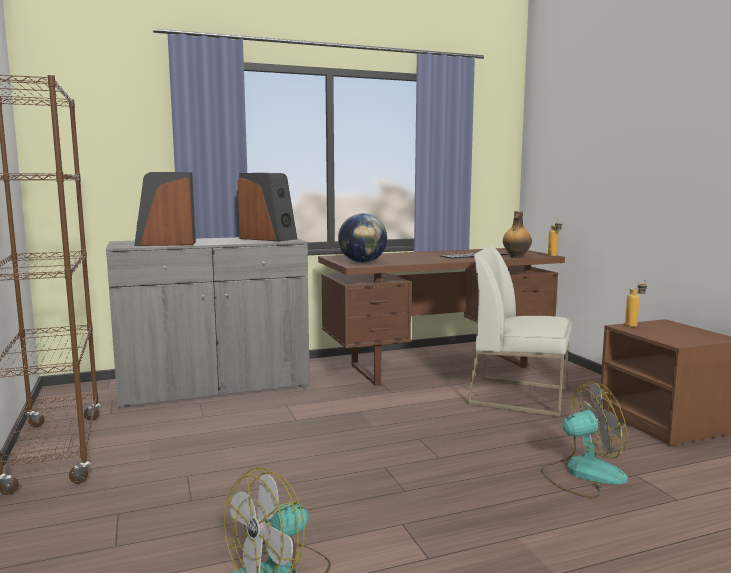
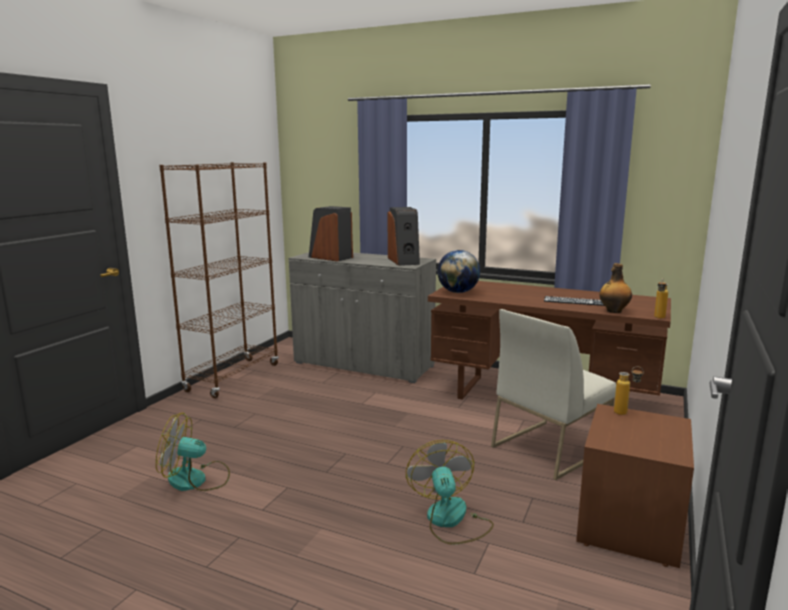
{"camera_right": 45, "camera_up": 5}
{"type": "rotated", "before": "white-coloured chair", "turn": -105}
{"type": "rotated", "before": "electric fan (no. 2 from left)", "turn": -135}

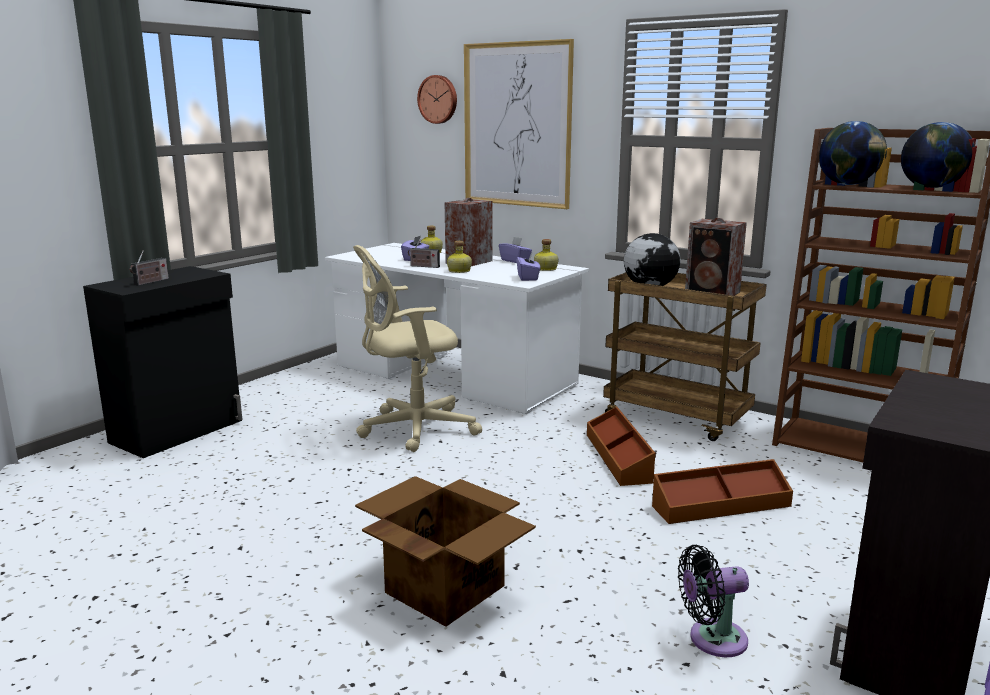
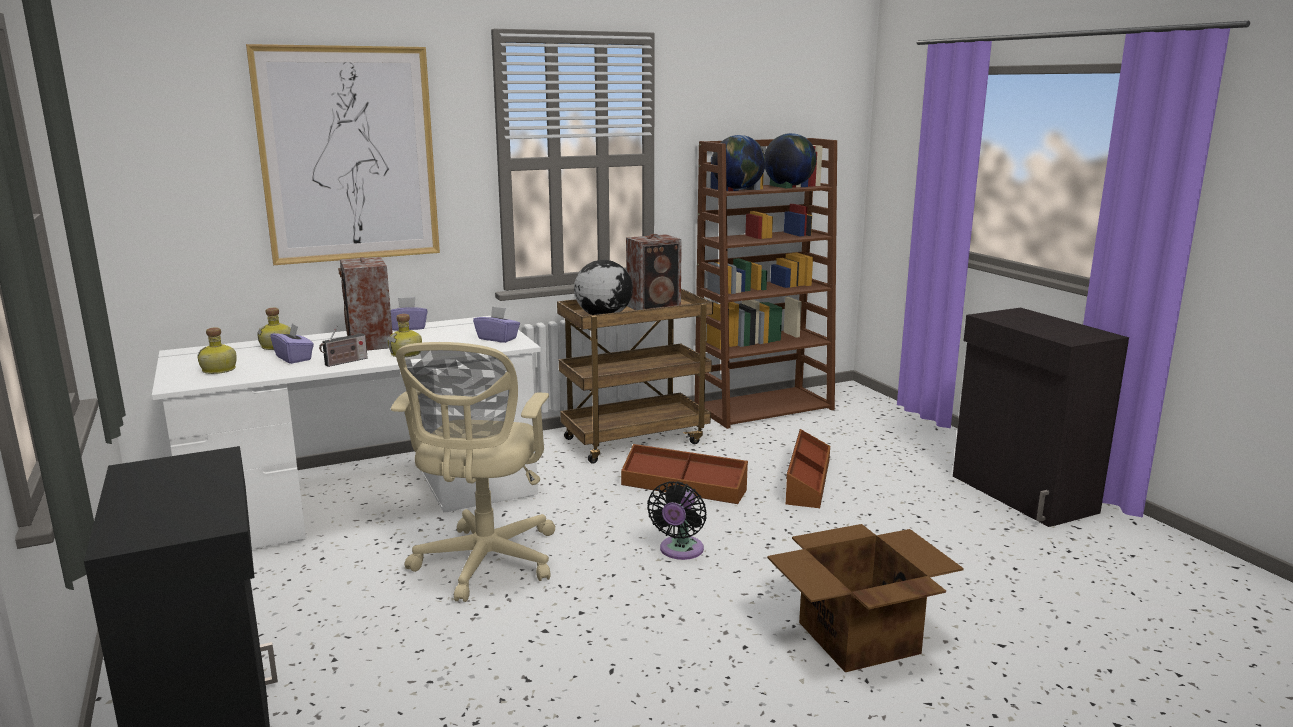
{"camera_right": -60, "camera_up": 0}
{"type": "gone", "before": "radio set (no. 1 from left)"}
{"type": "gone", "before": "clock on the wall"}
{"type": "shifted", "before": "bottle (no. 3 from left in the first image)", "after": "bottle (no. 1 from left)"}
{"type": "shifted", "before": "blackish electric fan"}

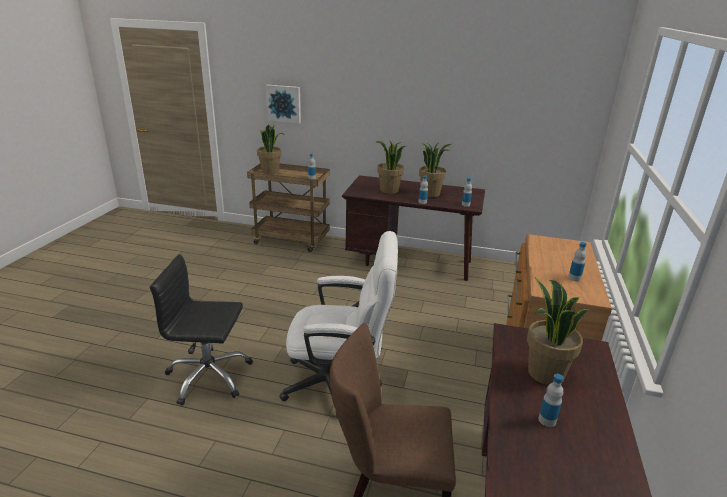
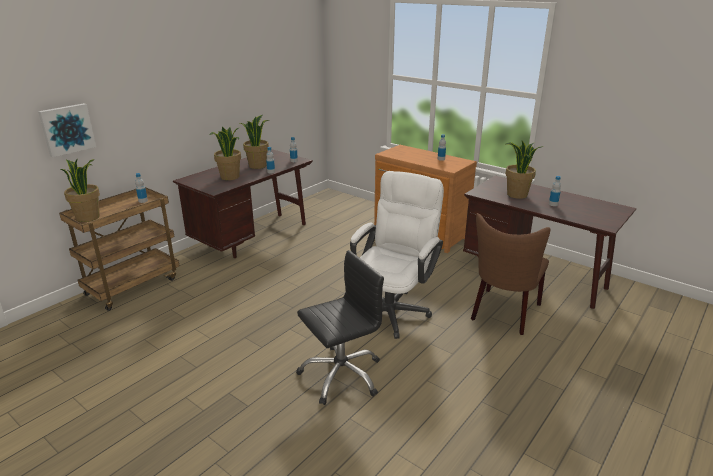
{"camera_right": -65, "camera_up": 0}
{"type": "rotated", "before": "blackish computer chair", "turn": -150}

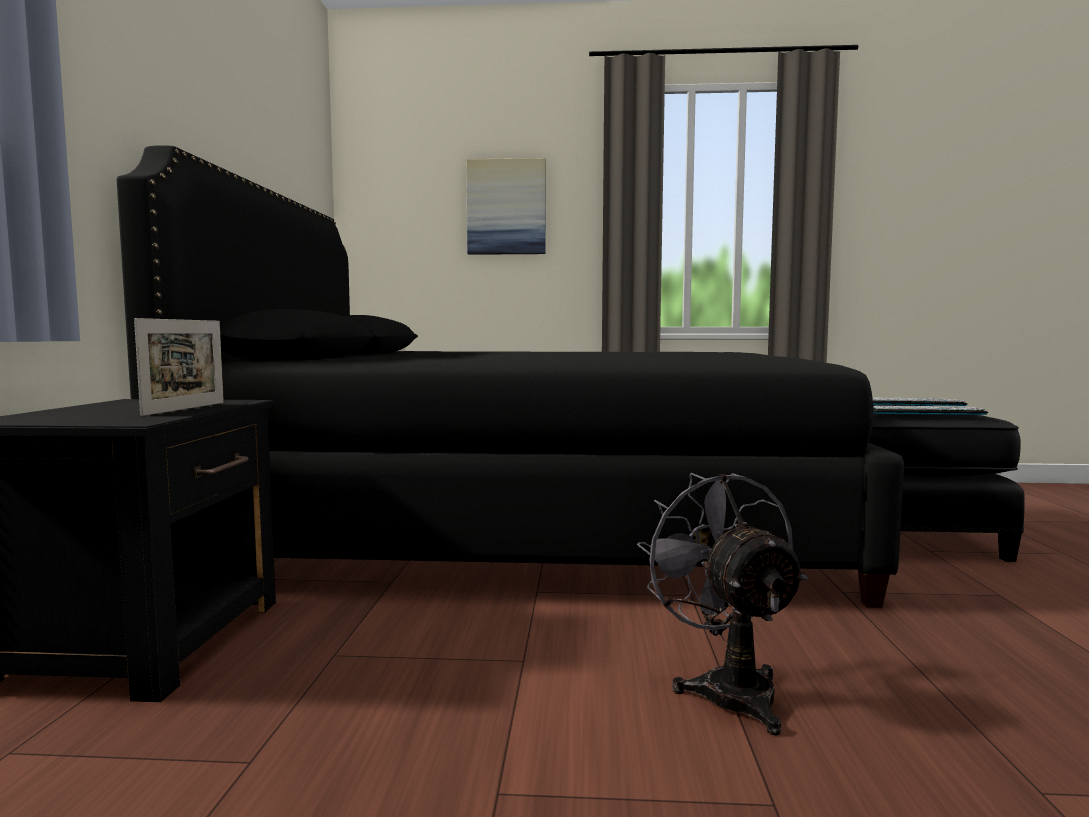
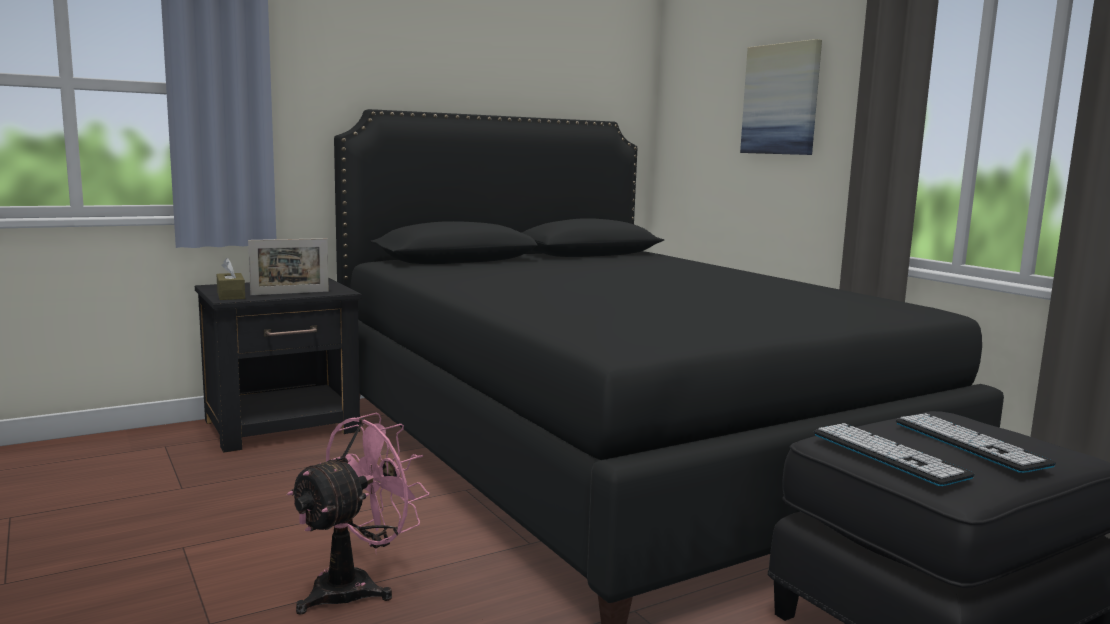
{"camera_right": 55, "camera_up": 5}
{"type": "new", "after": "brownish tissue holder"}
{"type": "repainted", "before": "grey electric fan", "after": "pink-coloured electric fan"}

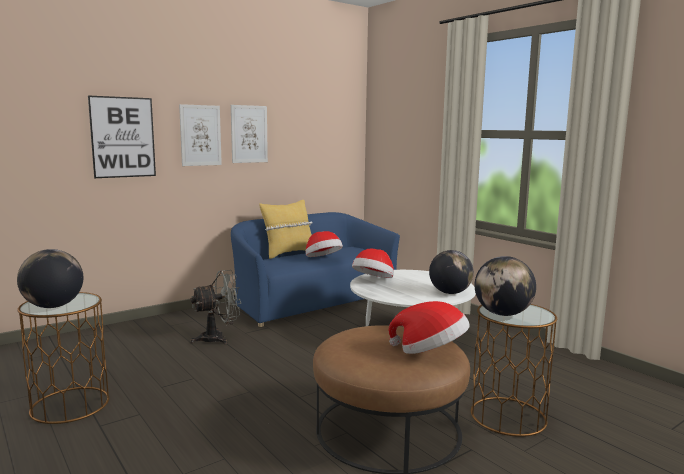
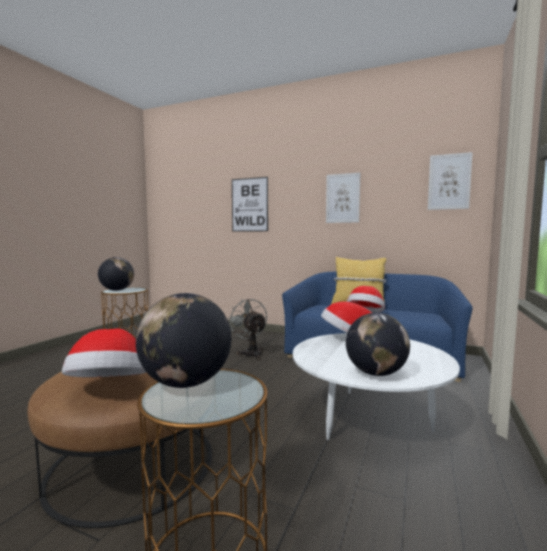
{"camera_right": 60, "camera_up": -5}
{"type": "shifted", "before": "picture (no. 2 from left in the first image)", "after": "picture (no. 3 from left)"}
{"type": "rotated", "before": "grey electric fan", "turn": -150}

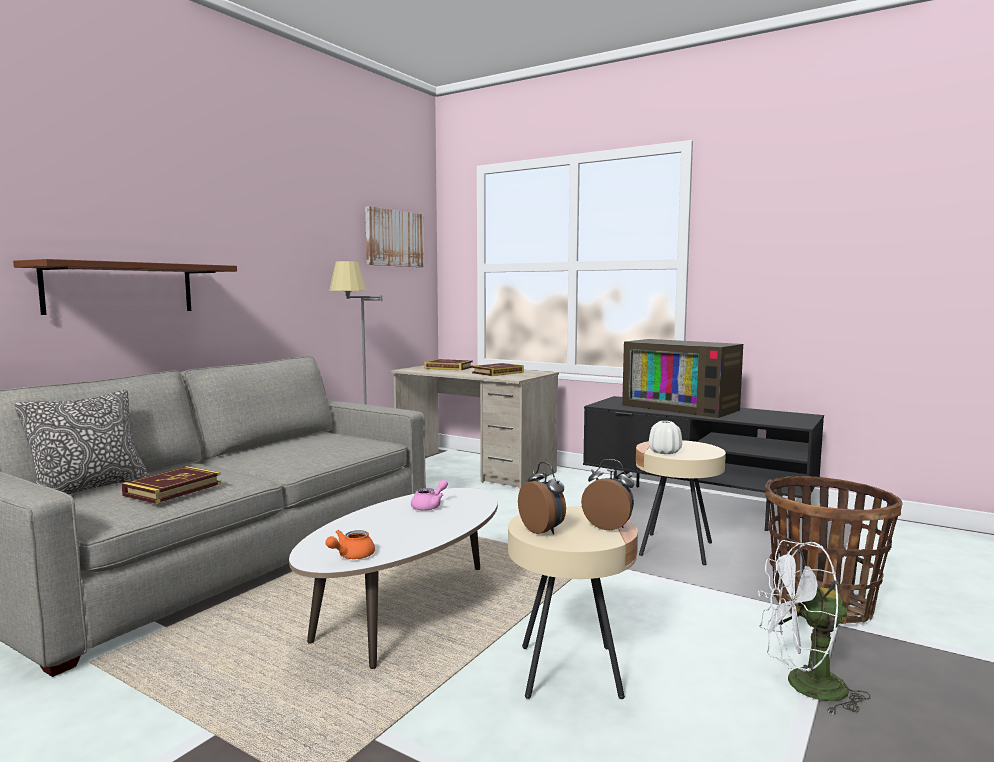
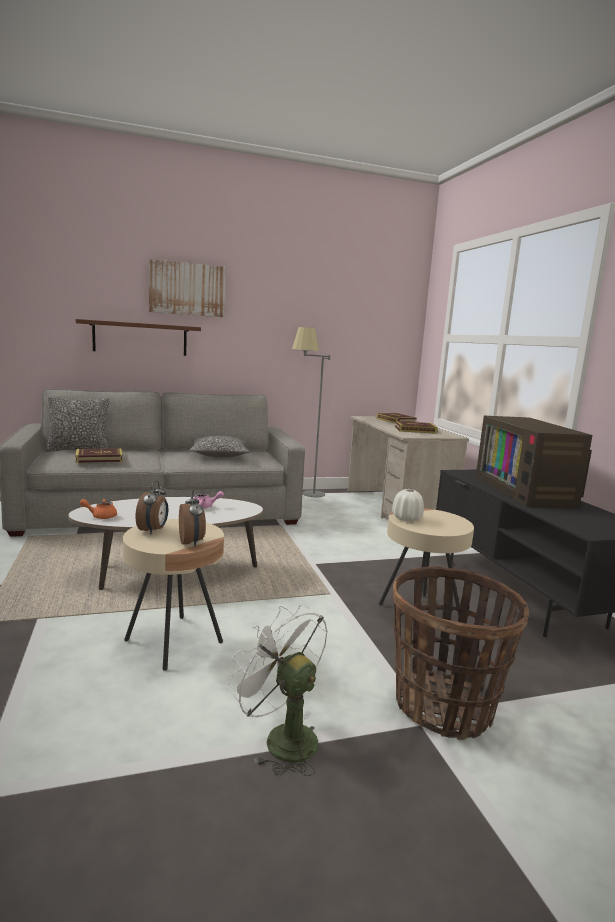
{"camera_right": 40, "camera_up": 5}
{"type": "new", "after": "cushion (no. 2 from left)"}
{"type": "shifted", "before": "picture"}

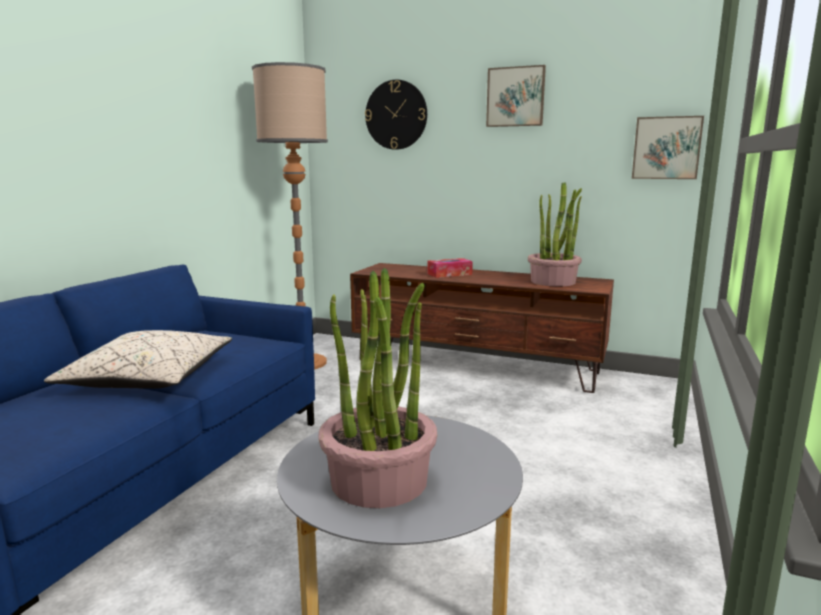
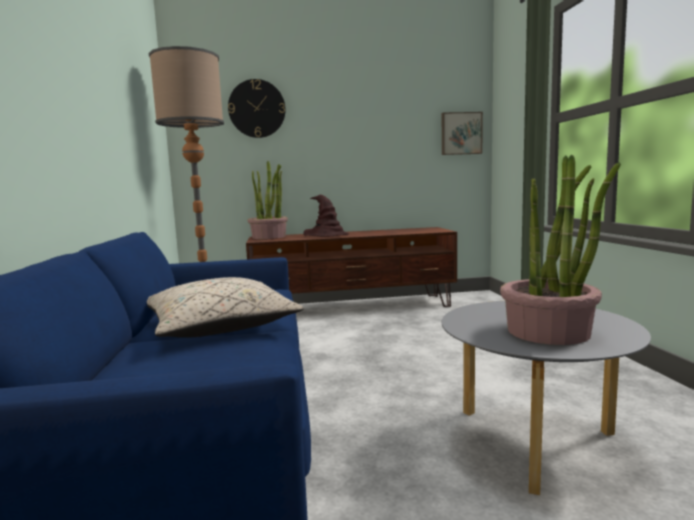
{"camera_right": -30, "camera_up": -5}
{"type": "gone", "before": "picture (no. 1 from left)"}
{"type": "shifted", "before": "plant in a pot (no. 2 from left in the first image)", "after": "plant in a pot (no. 1 from left)"}
{"type": "swapped", "before": "tissue holder", "after": "brownish clothing hat"}

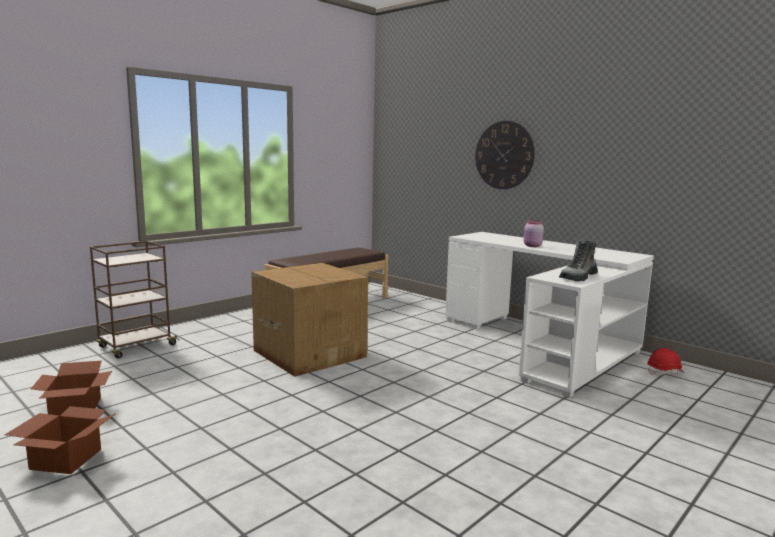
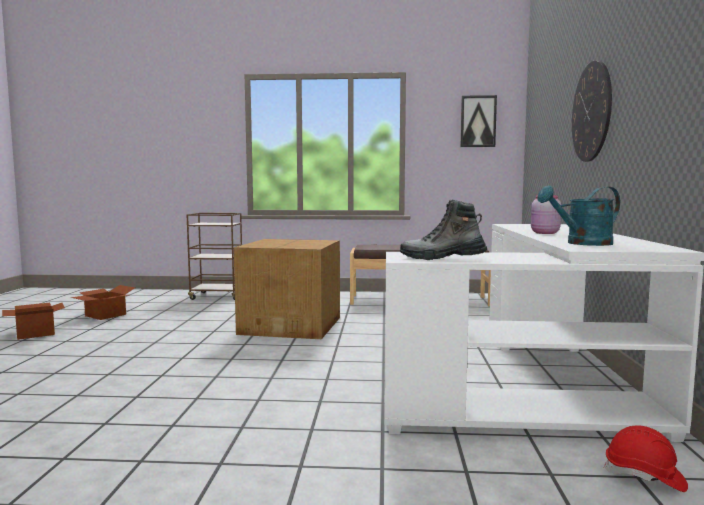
{"camera_right": 50, "camera_up": -5}
{"type": "new", "after": "picture"}
{"type": "new", "after": "turquoise watering pot"}

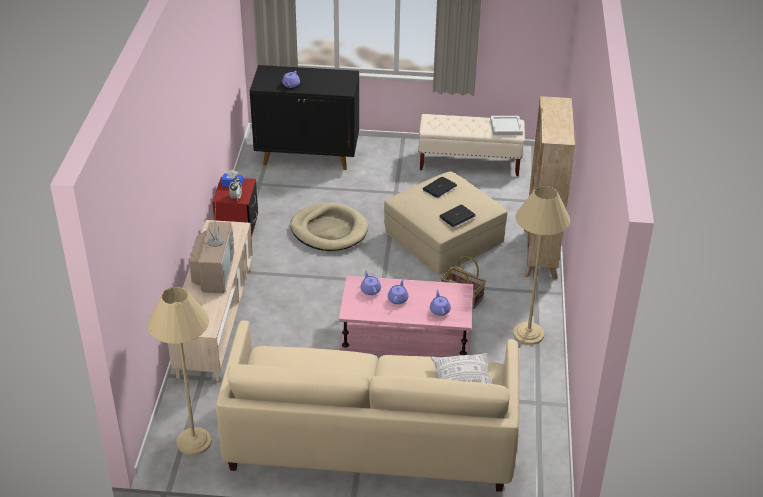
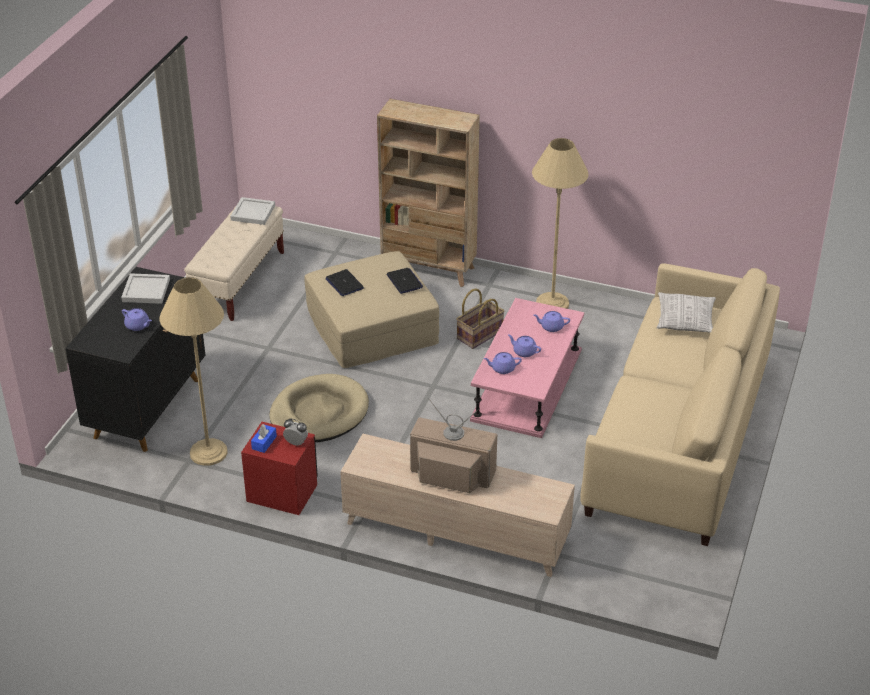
{"camera_right": -75, "camera_up": 0}
{"type": "new", "after": "white-coloured tray (no. 1 from left)"}
{"type": "shifted", "before": "beige standing lamp (no. 1 from left)"}

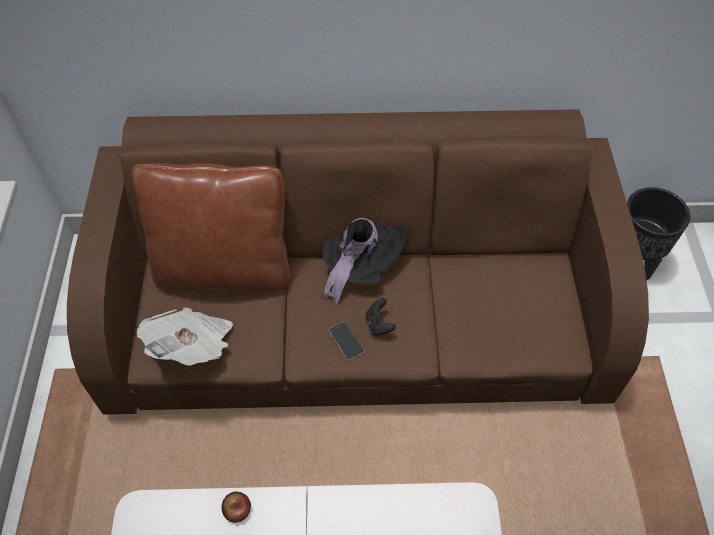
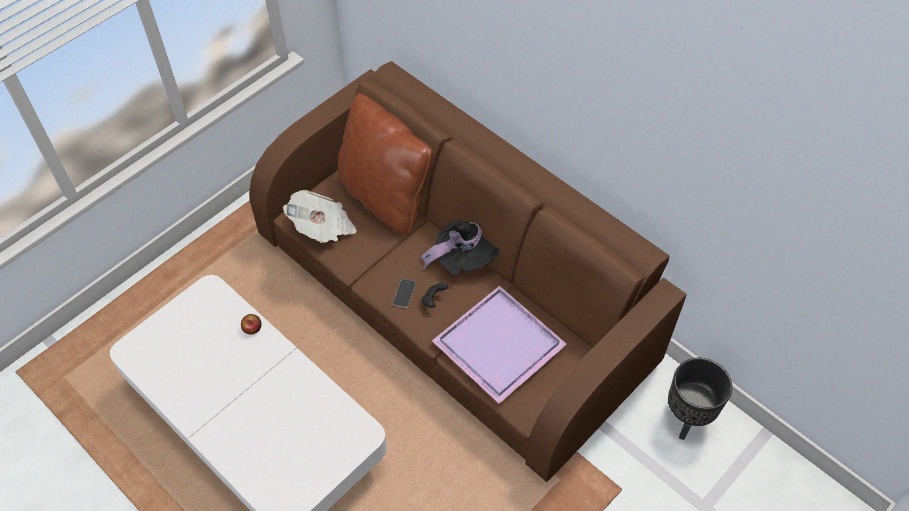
{"camera_right": 45, "camera_up": 0}
{"type": "new", "after": "purple-coloured tray"}

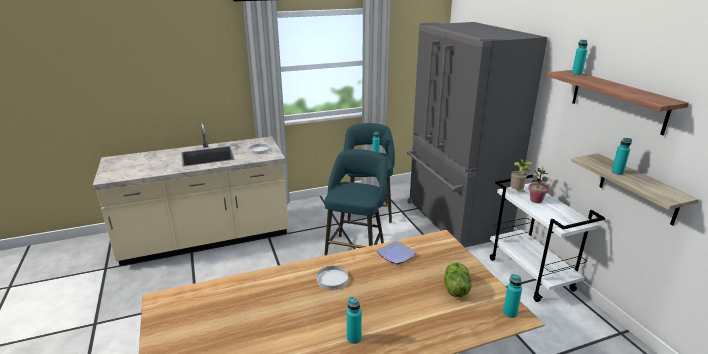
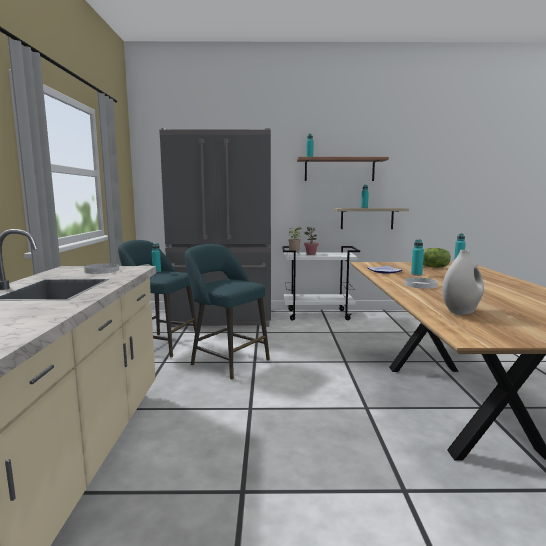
{"camera_right": -70, "camera_up": -15}
{"type": "new", "after": "white-coloured decorative vase"}
{"type": "shifted", "before": "turquoise bottle (no. 1 from left in the first image)", "after": "turquoise bottle (no. 4 from left)"}

